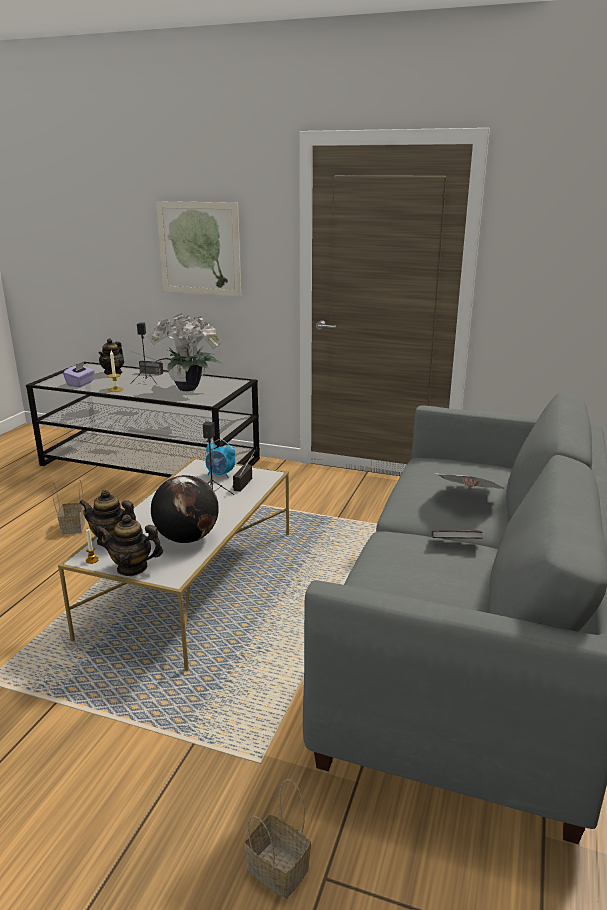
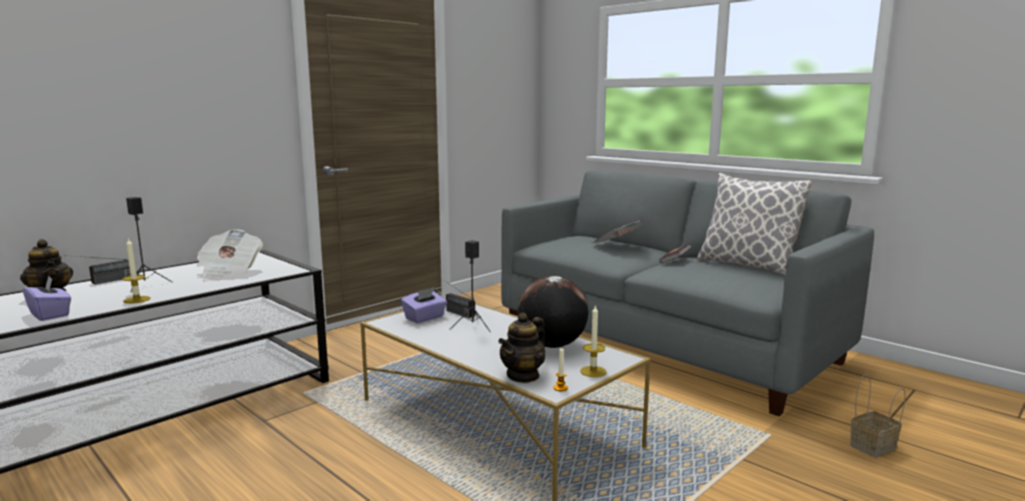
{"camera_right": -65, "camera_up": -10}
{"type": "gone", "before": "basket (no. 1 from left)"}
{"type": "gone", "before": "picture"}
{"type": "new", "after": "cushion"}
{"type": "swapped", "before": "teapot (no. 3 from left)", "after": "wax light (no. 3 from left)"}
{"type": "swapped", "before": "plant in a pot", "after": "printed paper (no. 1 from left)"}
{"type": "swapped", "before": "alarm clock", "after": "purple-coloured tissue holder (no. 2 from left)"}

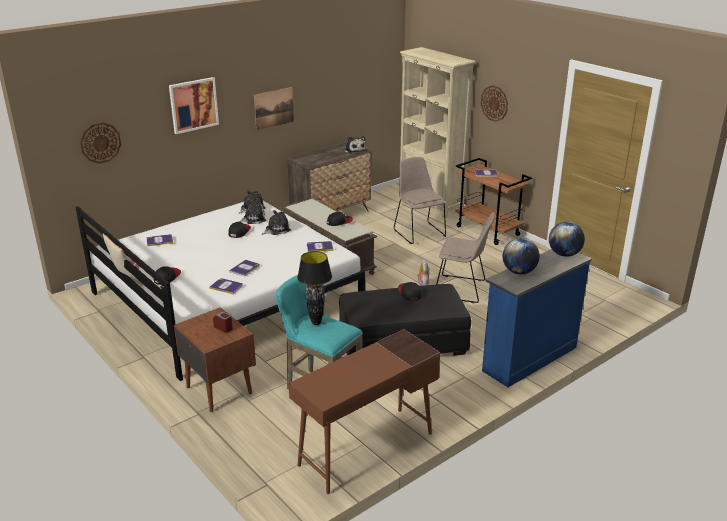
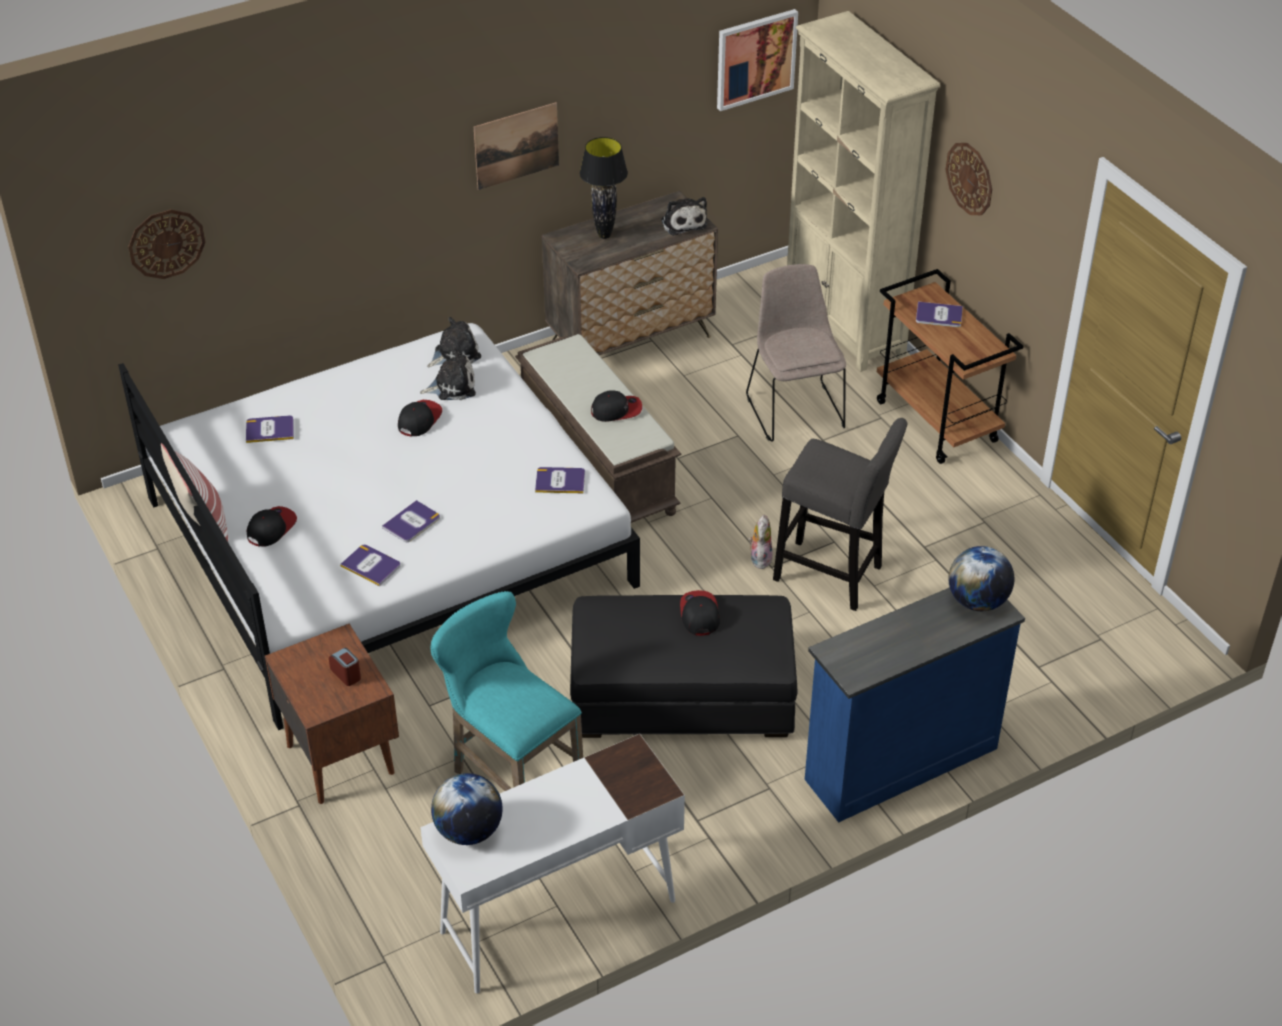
{"camera_right": 10, "camera_up": 15}
{"type": "gone", "before": "plush toy (no. 3 from left)"}
{"type": "shifted", "before": "picture (no. 1 from left in the first image)", "after": "picture (no. 2 from left)"}
{"type": "shifted", "before": "blackish tabletop lamp"}
{"type": "shifted", "before": "world globe (no. 1 from left)"}
{"type": "swapped", "before": "beige chair (no. 2 from left)", "after": "grey stool"}
{"type": "repainted", "before": "brownish desk", "after": "white-coloured desk"}

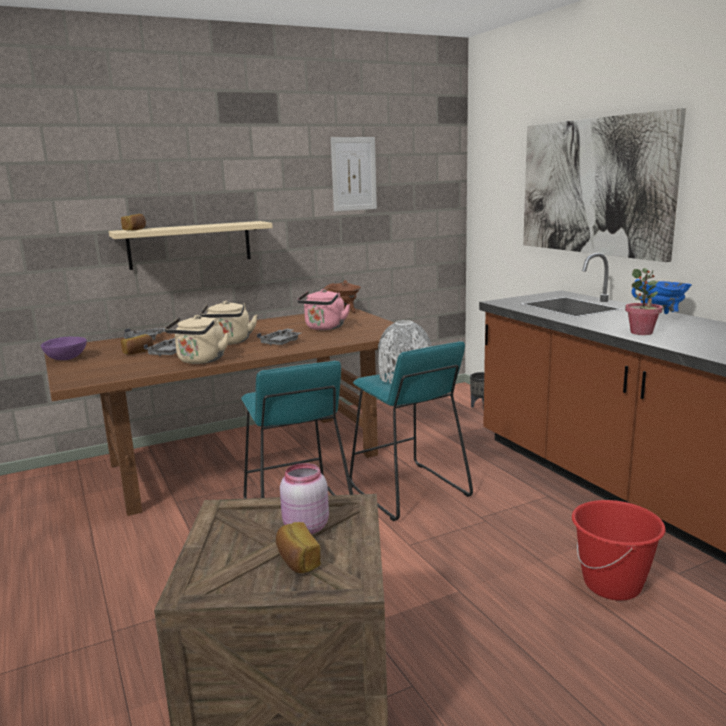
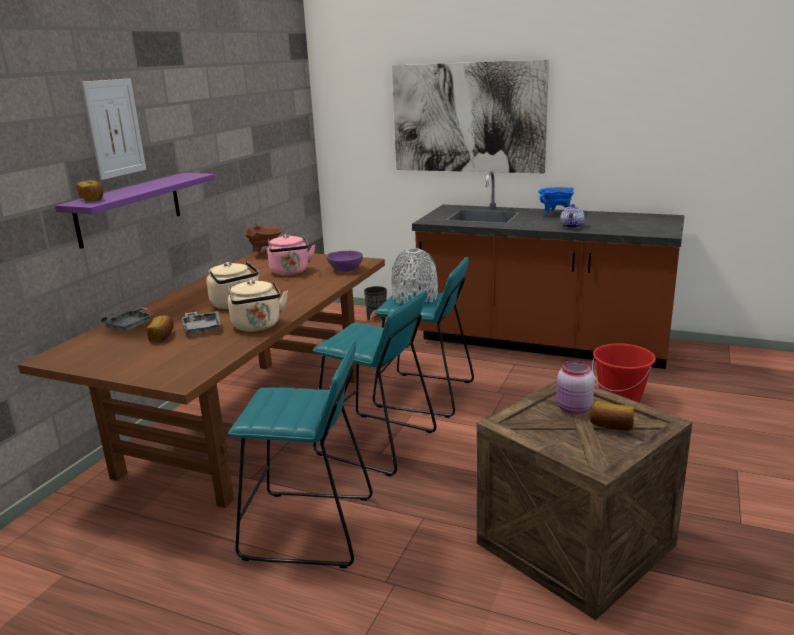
{"camera_right": -40, "camera_up": 5}
{"type": "gone", "before": "grey tray (no. 3 from left)"}
{"type": "new", "after": "turquoise stool (no. 1 from left)"}
{"type": "shifted", "before": "purple-coloured serving bowl"}
{"type": "shifted", "before": "picture (no. 1 from left)"}
{"type": "swapped", "before": "plant in a pot", "after": "teapot"}
{"type": "repainted", "before": "beige shelf", "after": "purple-coloured shelf"}

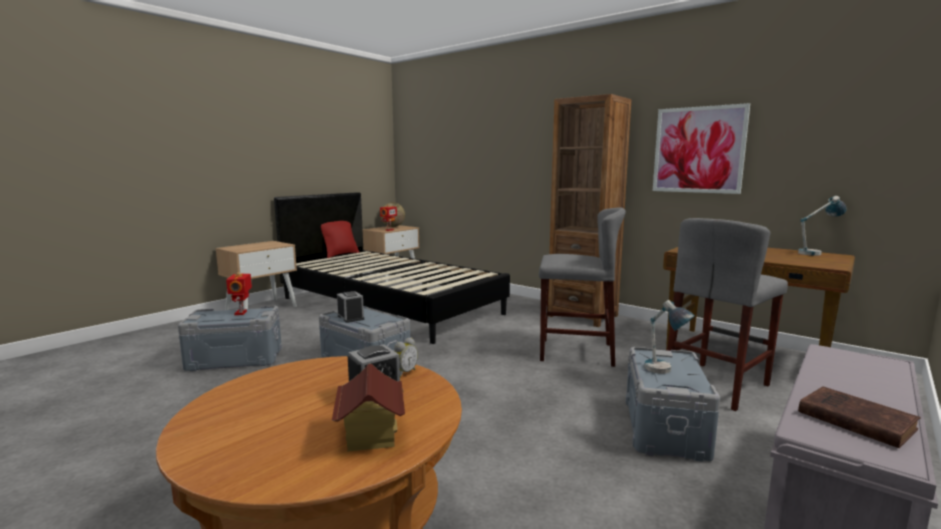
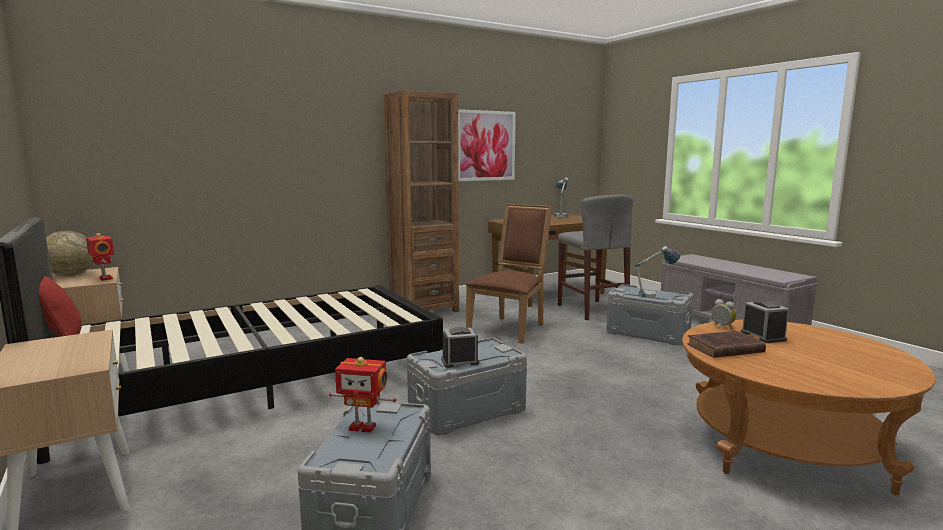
{"camera_right": -70, "camera_up": 0}
{"type": "gone", "before": "miniature house"}
{"type": "shifted", "before": "brownish bound book"}
{"type": "swapped", "before": "grey stool (no. 1 from left)", "after": "brownish chair"}

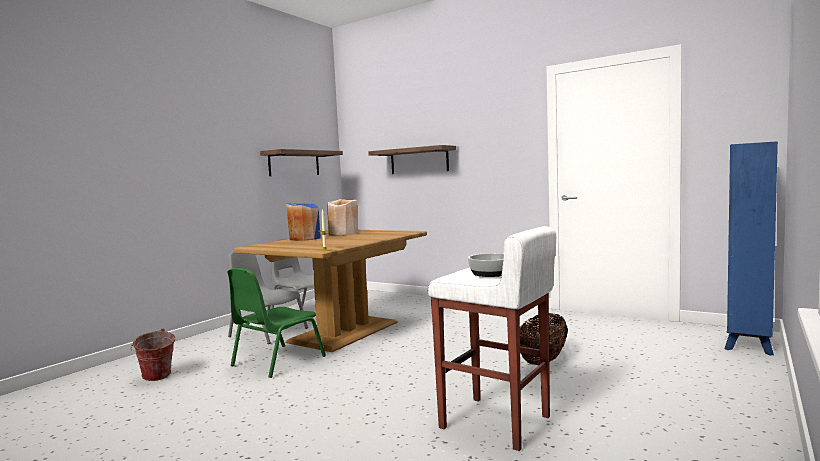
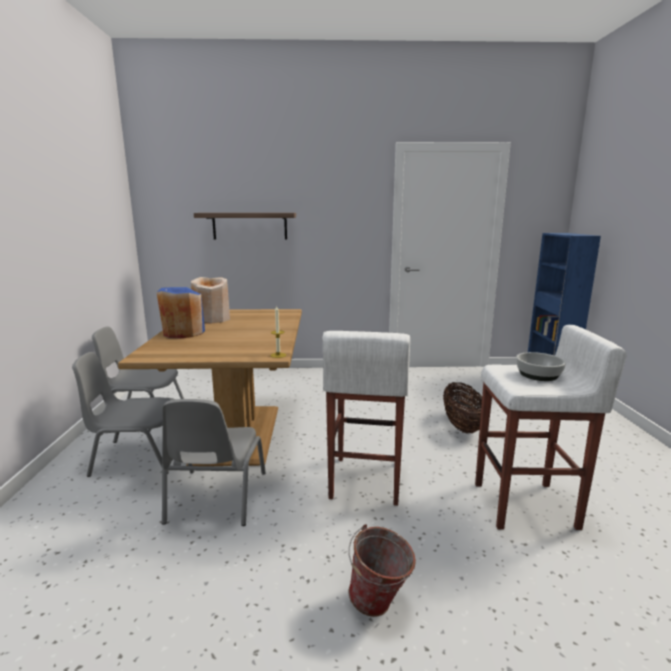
{"camera_right": -35, "camera_up": 10}
{"type": "gone", "before": "shelf (no. 1 from left)"}
{"type": "new", "after": "white-coloured stool (no. 1 from left)"}
{"type": "shifted", "before": "bucket"}
{"type": "repainted", "before": "greenish chair", "after": "grey chair (no. 3 from left)"}

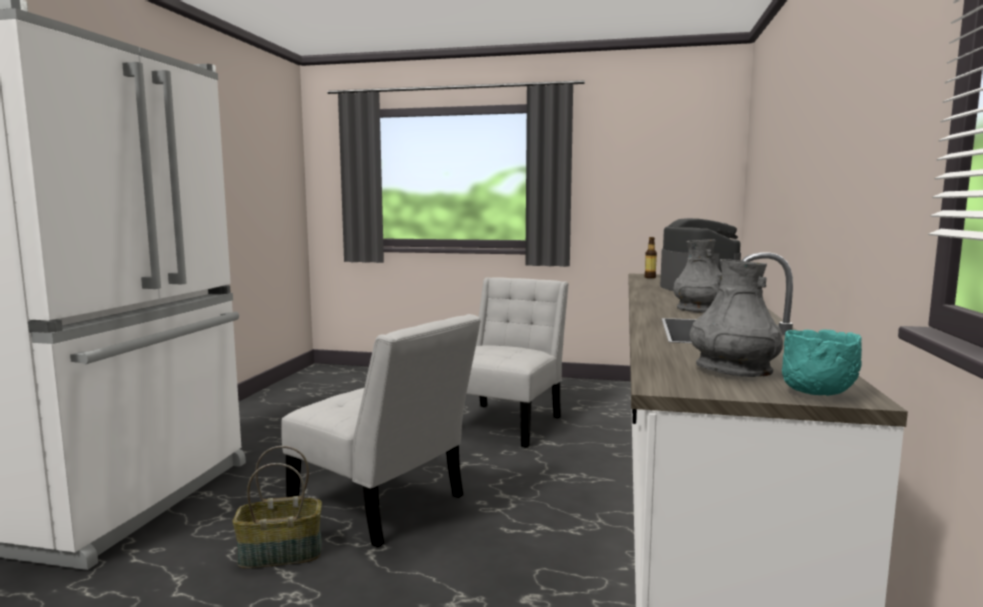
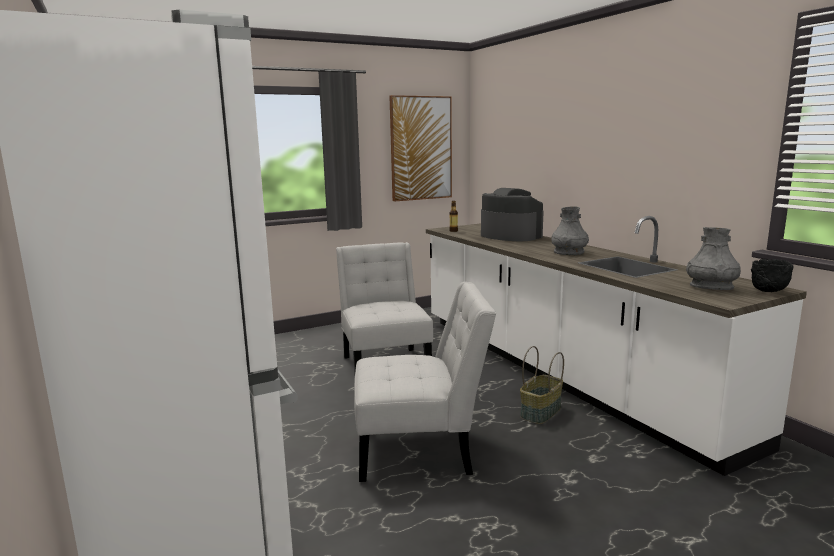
{"camera_right": -40, "camera_up": 5}
{"type": "new", "after": "picture"}
{"type": "shifted", "before": "basket"}
{"type": "repainted", "before": "turquoise serving bowl", "after": "blackish serving bowl"}

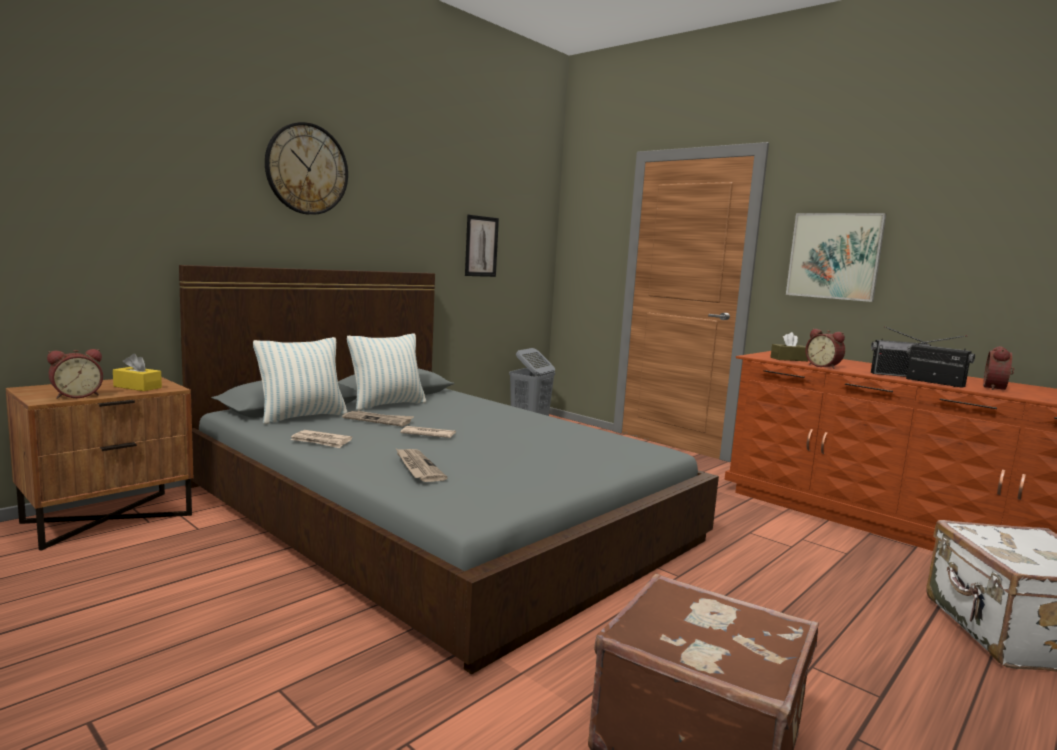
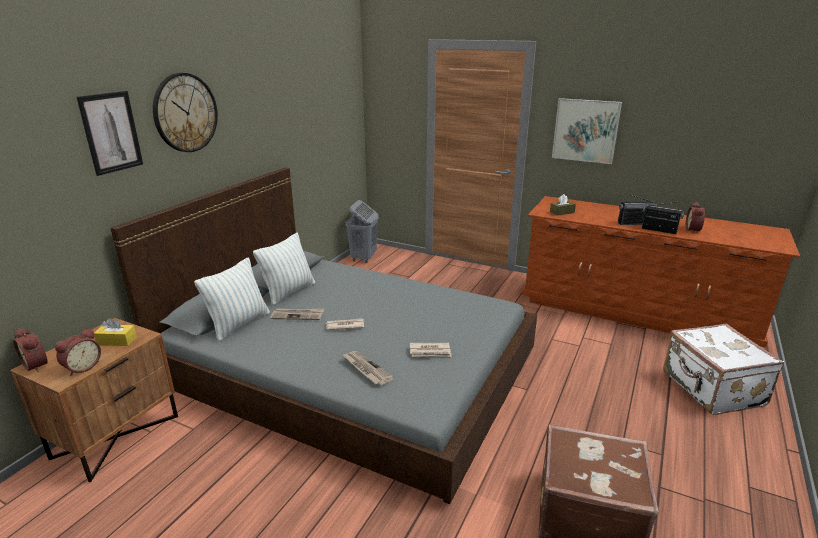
{"camera_right": -15, "camera_up": 15}
{"type": "shifted", "before": "printed paper (no. 1 from left in the first image)", "after": "printed paper (no. 4 from left)"}
{"type": "shifted", "before": "picture (no. 1 from left)"}
{"type": "shifted", "before": "alarm clock (no. 2 from left in the first image)", "after": "alarm clock (no. 1 from left)"}

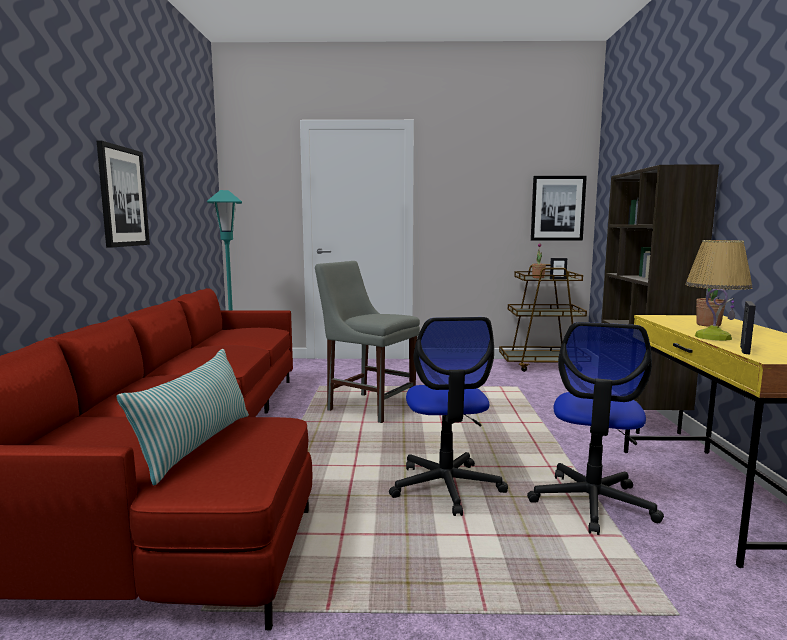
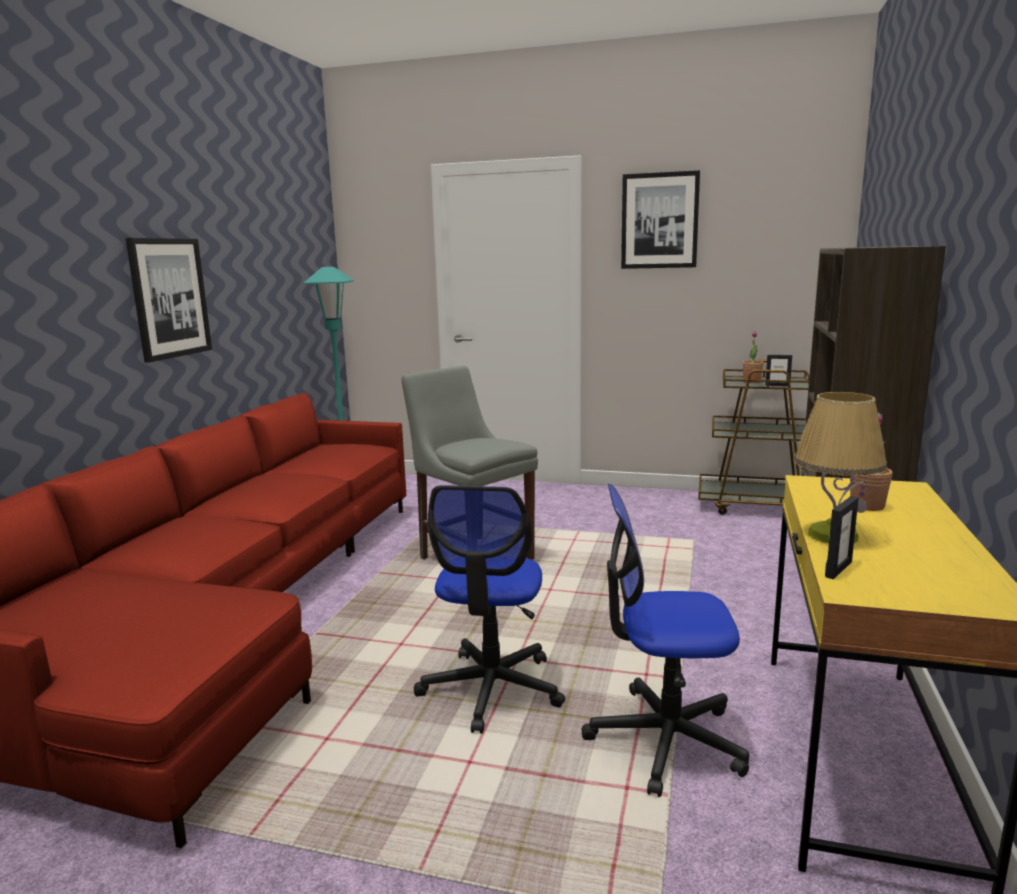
{"camera_right": 15, "camera_up": 5}
{"type": "gone", "before": "cushion"}
{"type": "shifted", "before": "picture (no. 2 from left)"}
{"type": "rotated", "before": "computer chair (no. 2 from left)", "turn": 60}

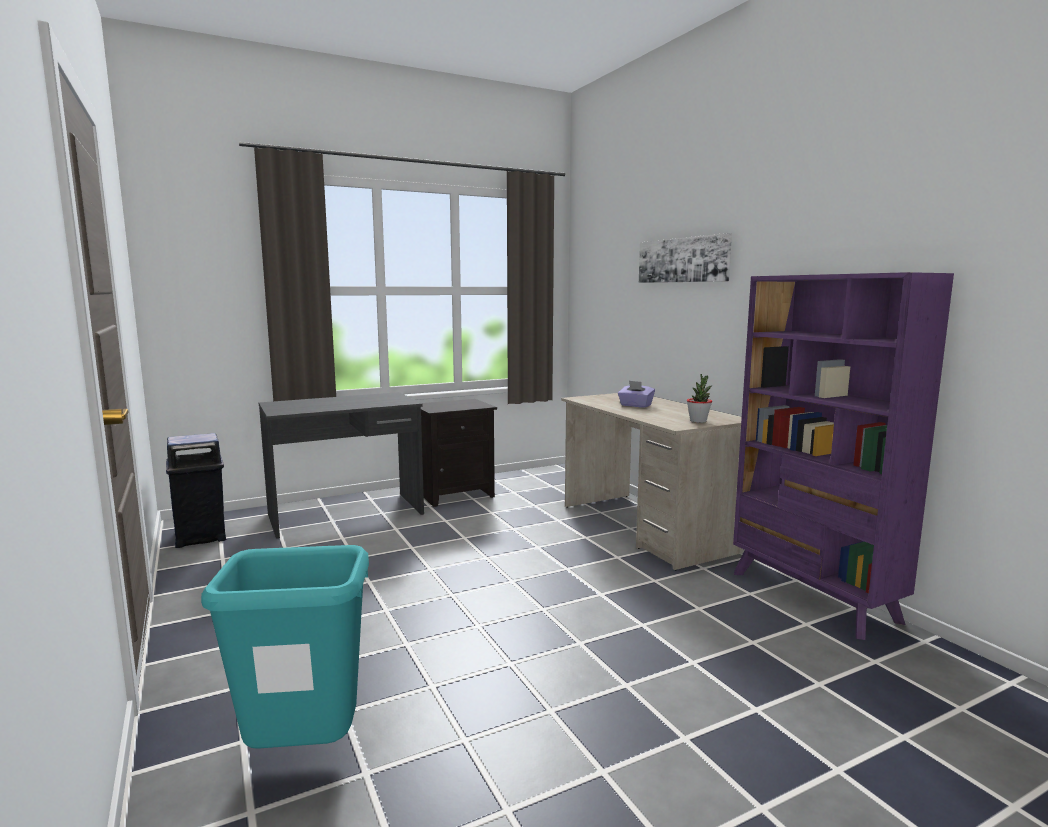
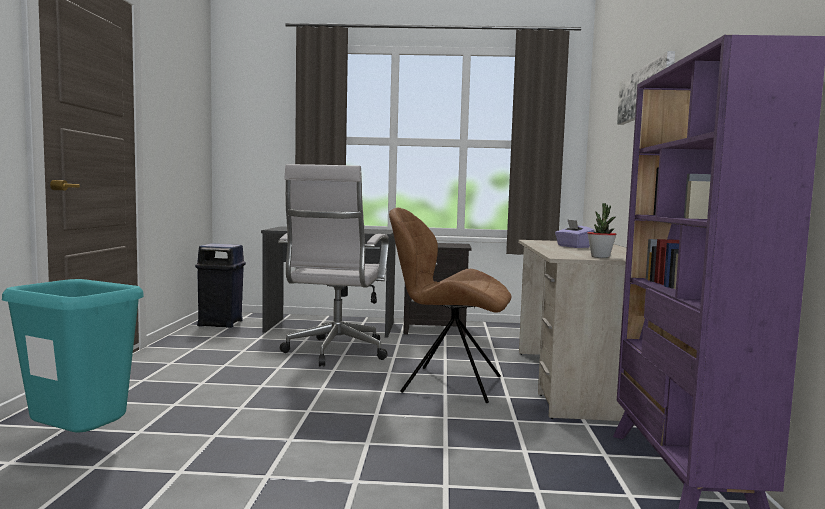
{"camera_right": 30, "camera_up": -5}
{"type": "new", "after": "white-coloured computer chair"}
{"type": "new", "after": "brownish chair"}

